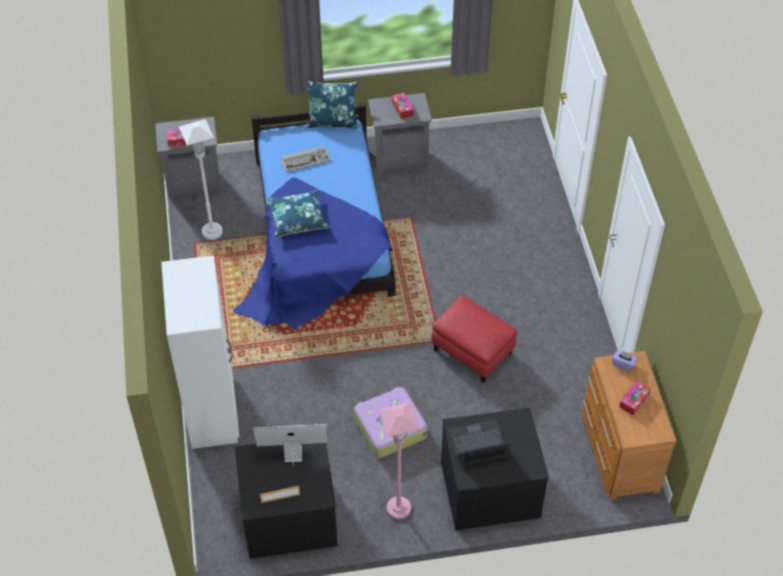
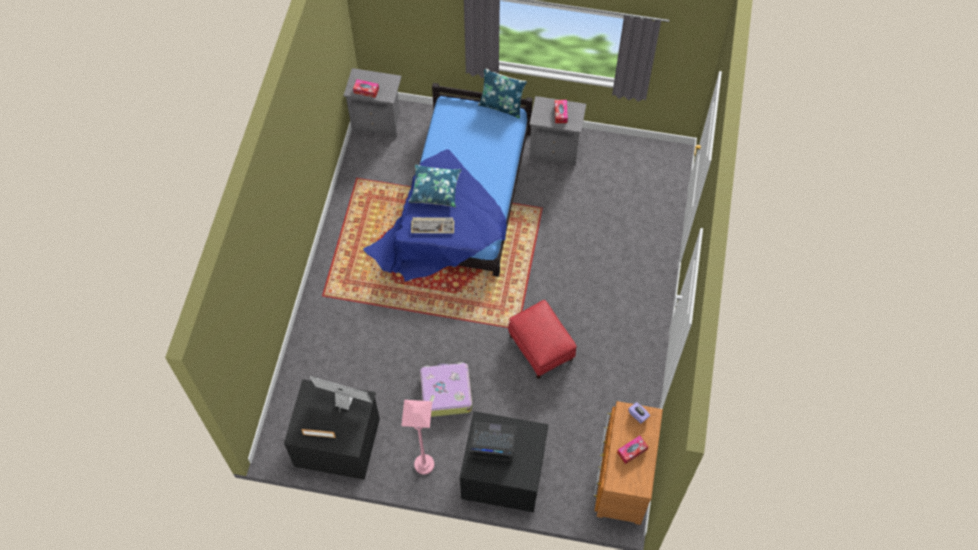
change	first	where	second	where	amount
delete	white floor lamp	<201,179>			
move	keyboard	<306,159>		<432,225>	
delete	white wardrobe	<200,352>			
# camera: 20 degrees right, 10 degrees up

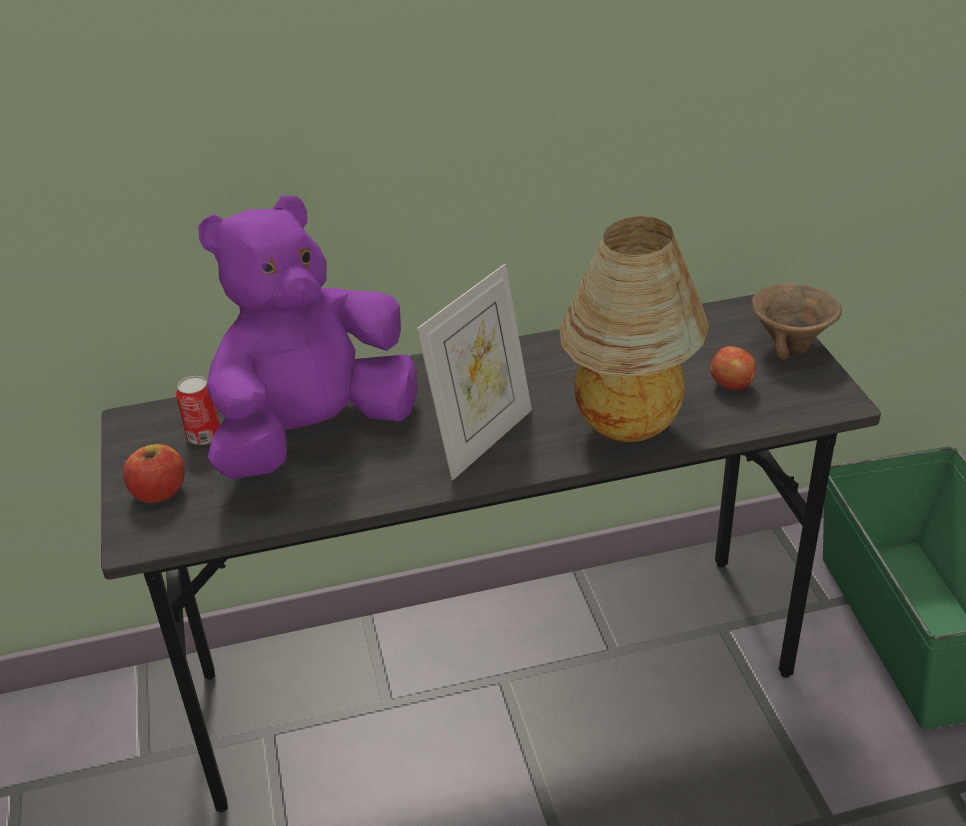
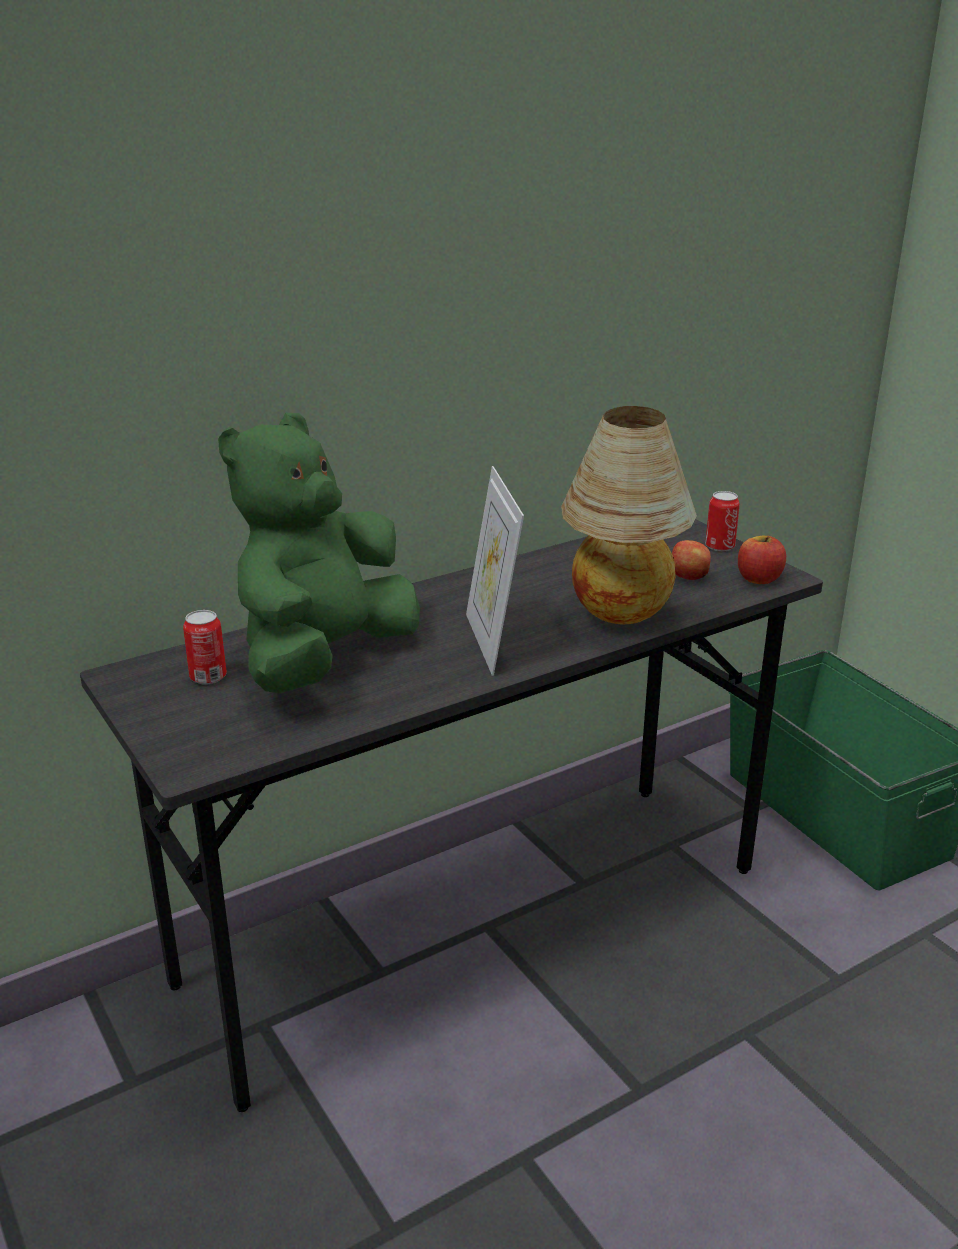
change	first	where	second	where	amount
recolor	purple plush toy	<307,337>	green plush toy	<319,553>	
rotate	picture frame	<474,372>		<495,571>	150 degrees clockwise
replace	brown bowl	<796,322>	can	<722,521>	
move	apple	<154,473>		<762,559>	
# camera: 20 degrees left, 10 degrees down

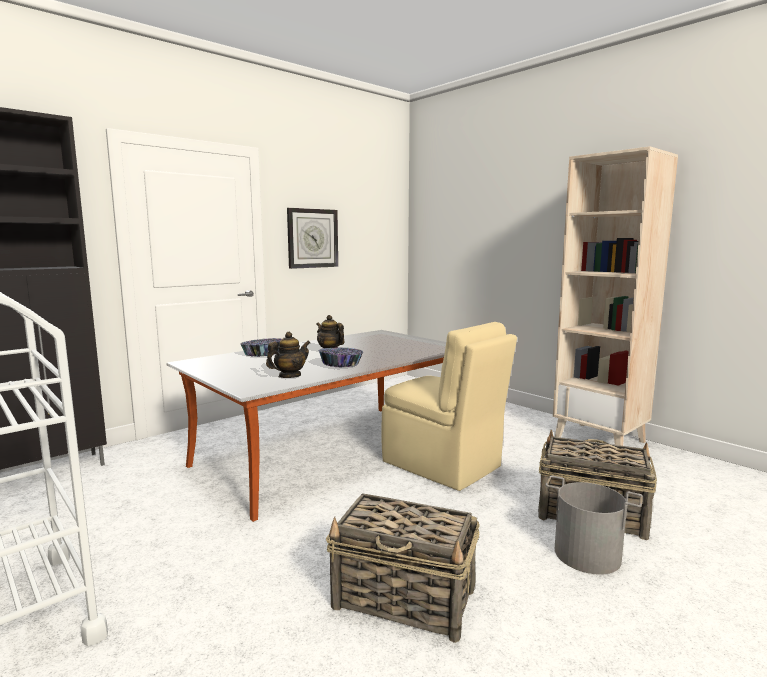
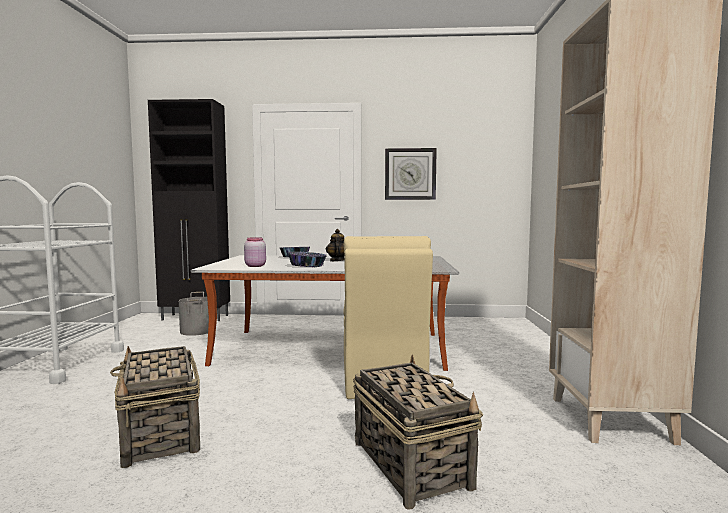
change	first	where	second	where	amount
replace	teapot	<288,355>	pink jar	<255,252>	
move	grey bucket	<594,525>		<194,314>	
# camera: 45 degrees right, 5 degrees down

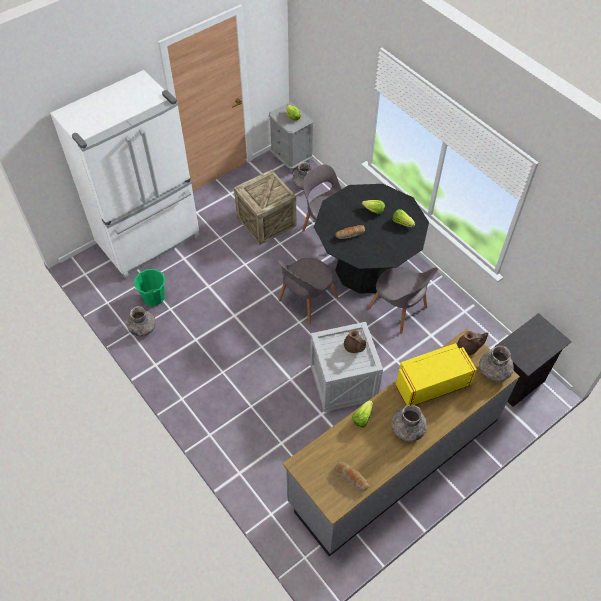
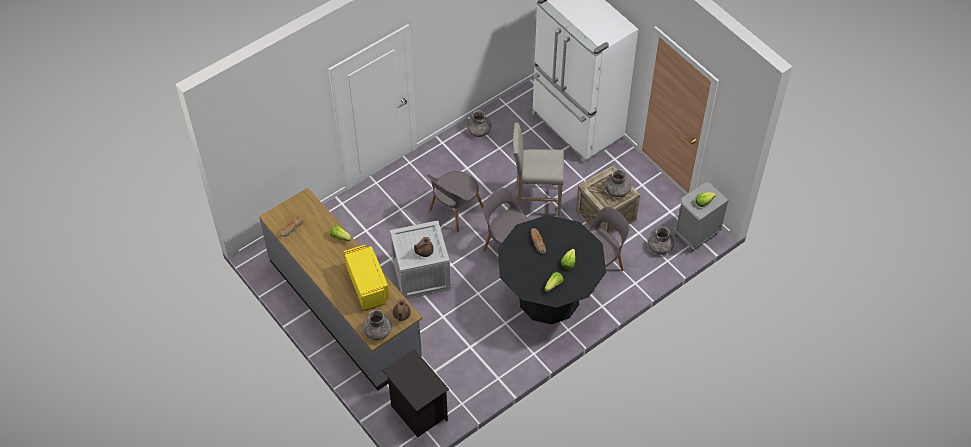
change	first	where	second	where	amount
move	grey chair	<402,300>		<455,201>	
delete	green bucket	<149,287>			
move	grey vase	<409,423>		<618,183>	
insert			beige stool	<538,169>	
# camera: 90 degrees right, 0 degrees up

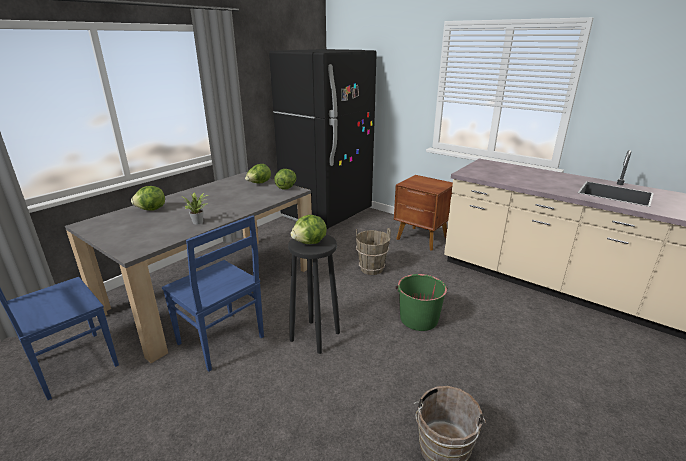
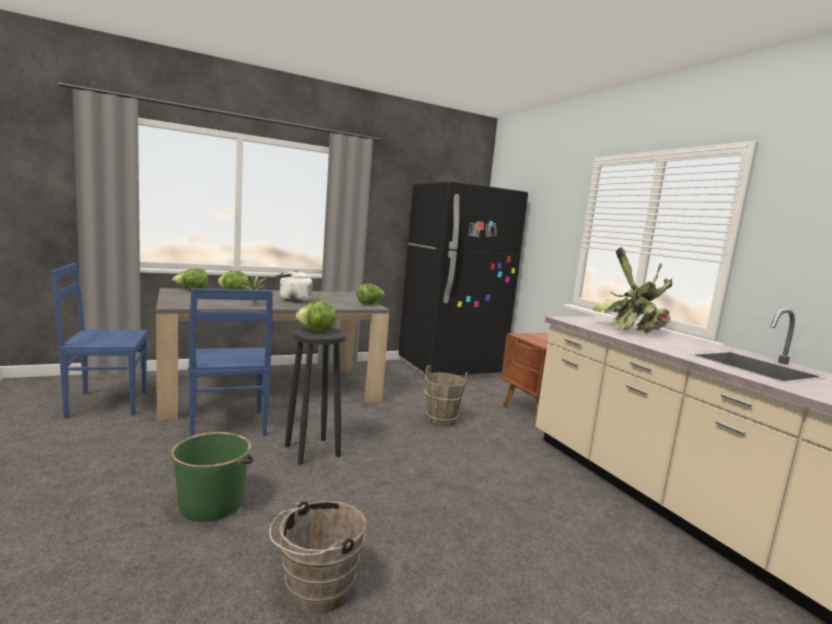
change	first	where	second	where	amount
move	lettuce	<258,173>		<190,278>	
move	green bucket	<421,302>		<212,477>	
insert			potted plant	<632,290>	
insert			white kettle	<294,286>	
# camera: 25 degrees right, 15 degrees down

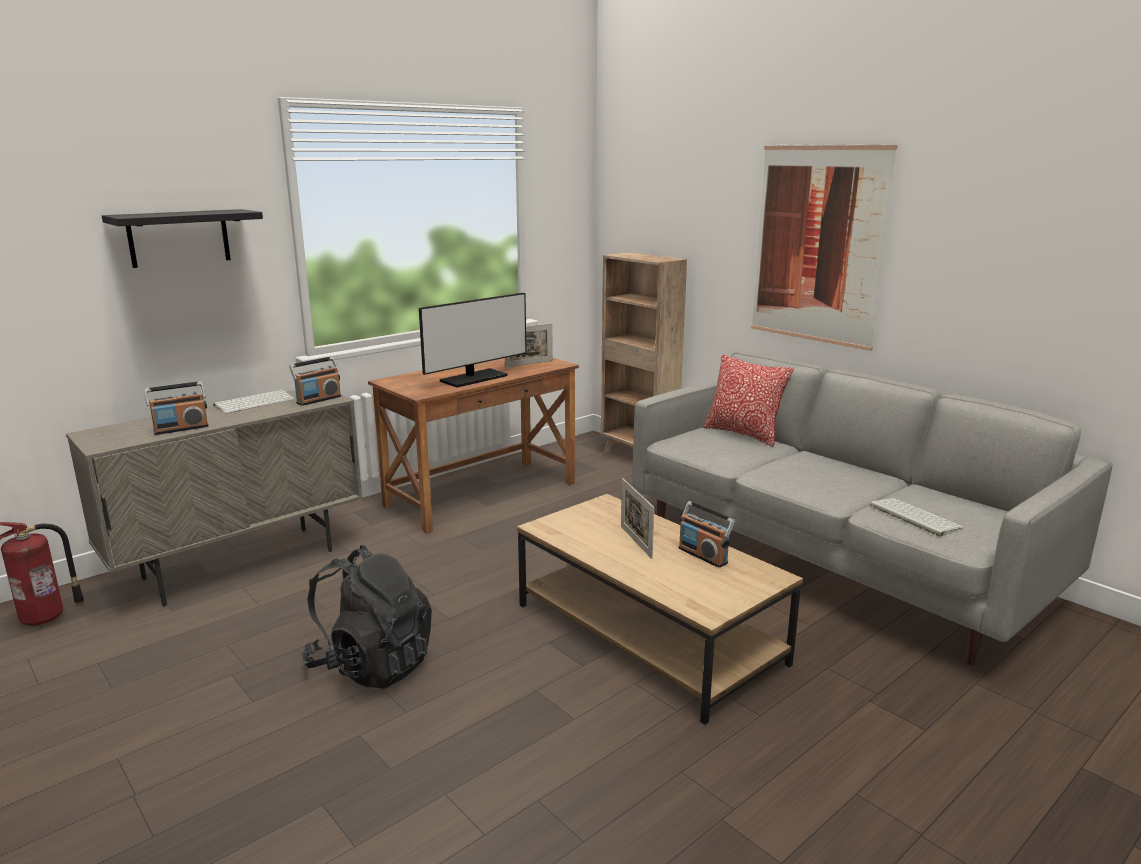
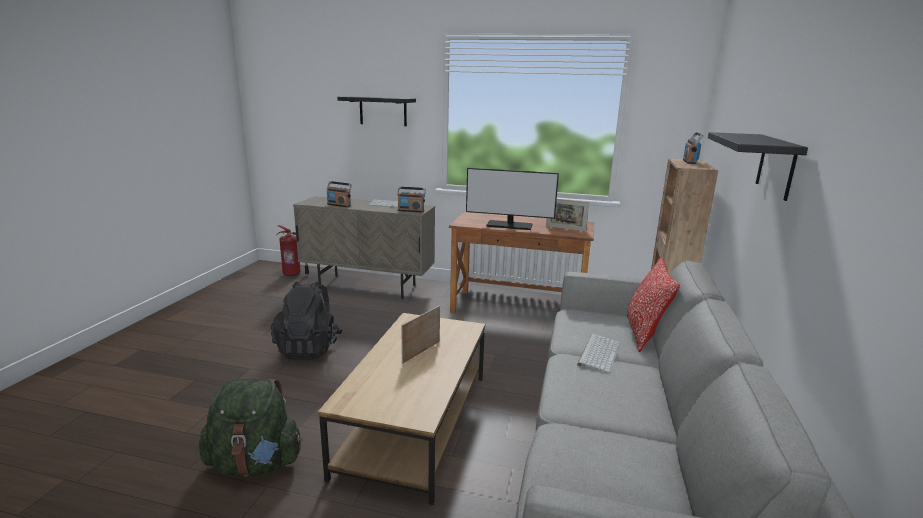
change	first	where	second	where	amount
replace	picture	<824,247>	black shelf	<758,166>	
move	keyboard	<917,517>		<598,353>	
move	radio	<707,534>		<693,148>	
insert			green backpack	<250,428>	
# camera: 55 degrees right, 0 degrees up

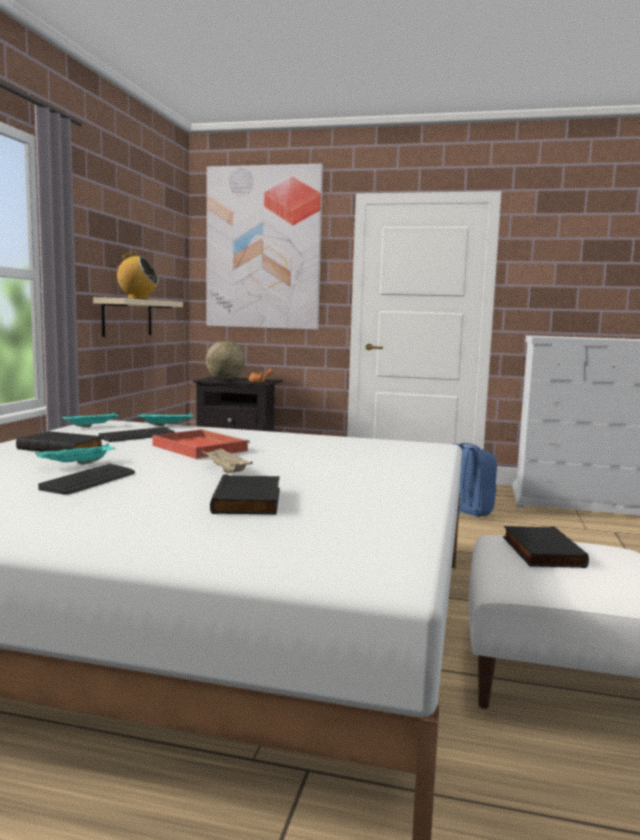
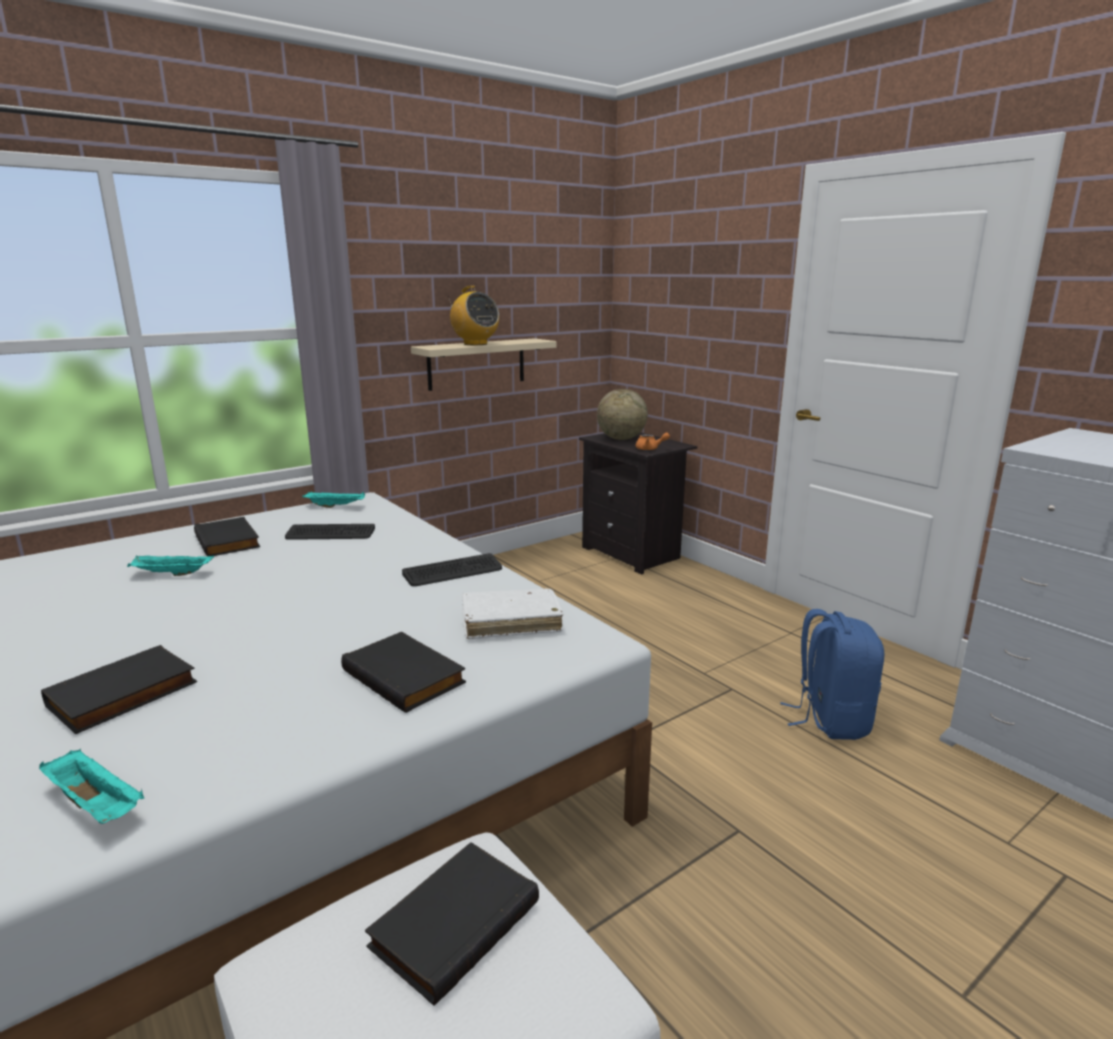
change	first	where	second	where	amount
delete	picture	<265,247>			
move	turquoise tray	<166,419>		<91,786>	
delete	red tray	<201,444>			
delete	beige tray	<227,460>			
move	keyboard	<86,479>		<452,569>	
insert			white book	<512,614>	
insert			black book	<403,672>	
# camera: 40 degrees right, 10 degrees up

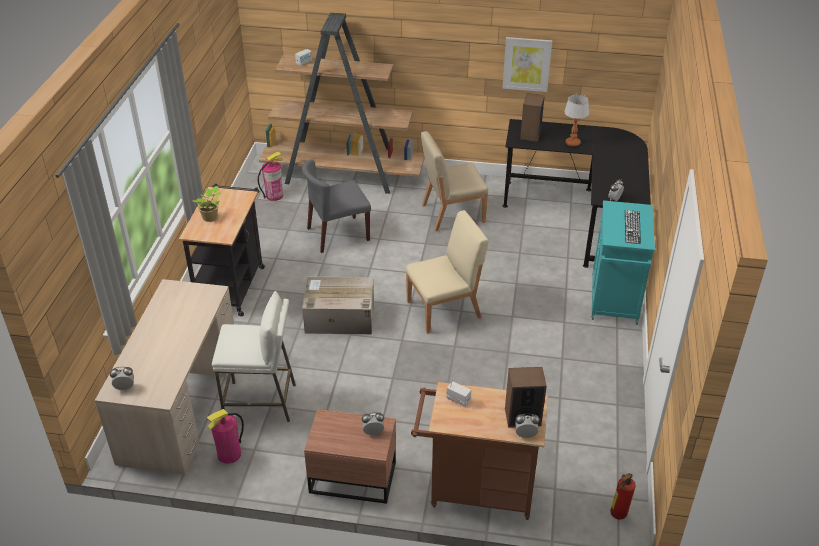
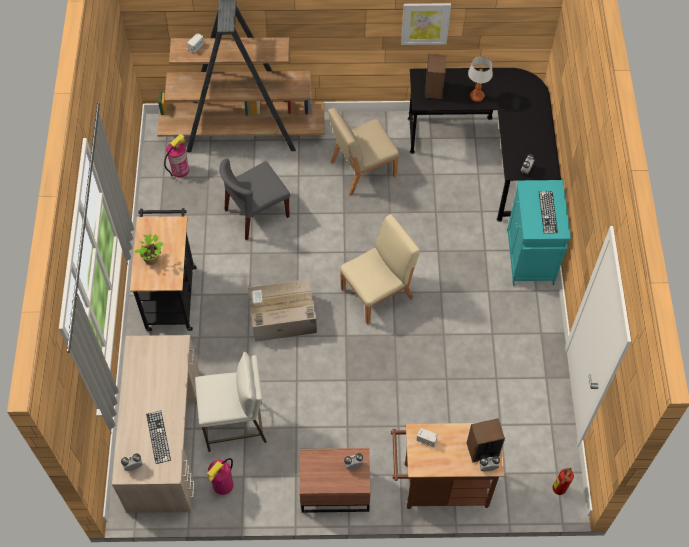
change	first	where	second	where	amount
insert			keyboard	<158,437>	
# camera: 10 degrees left, 20 degrees up

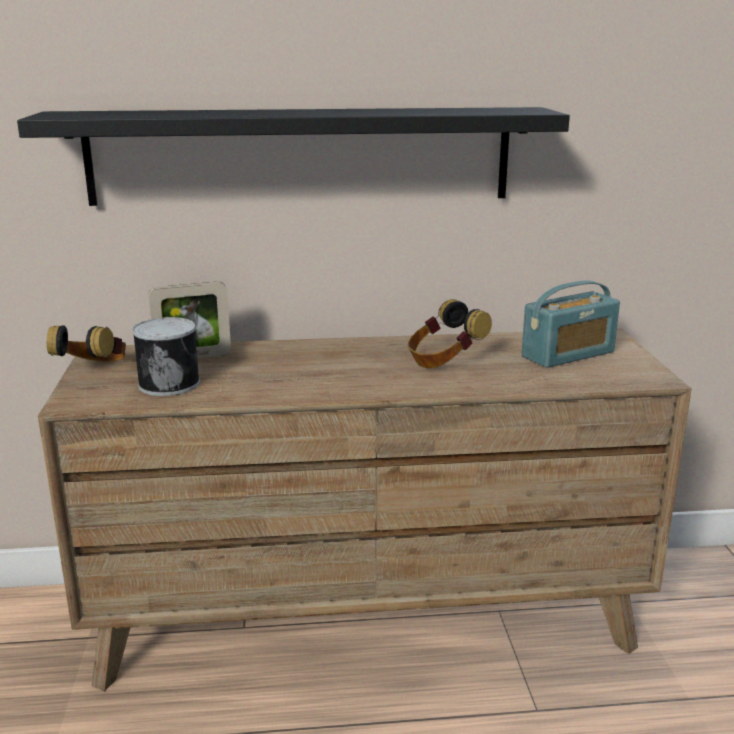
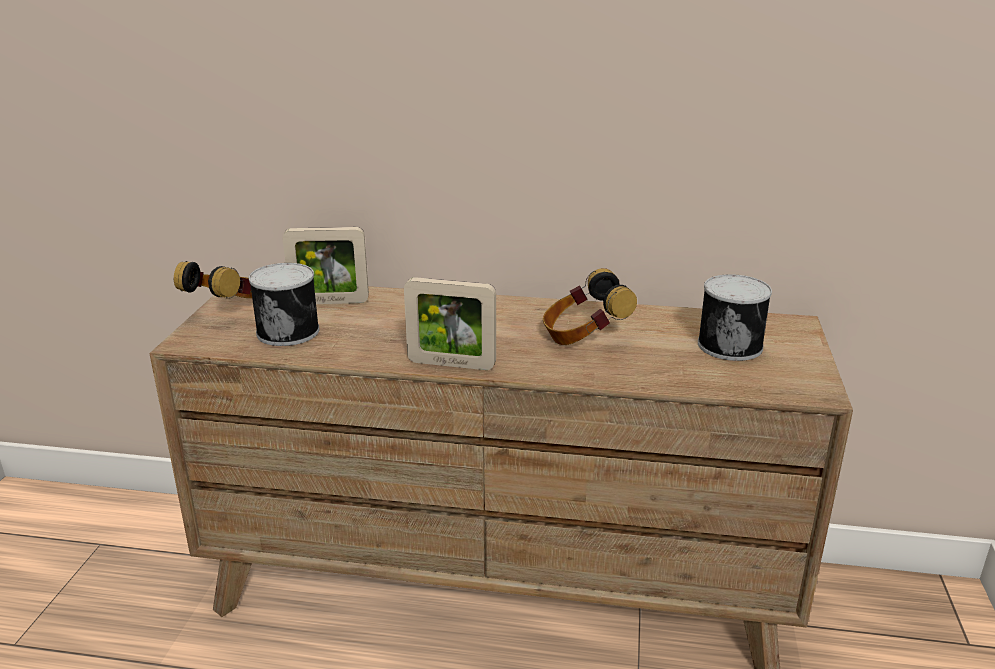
change	first	where	second	where	amount
delete	black shelf	<293,156>			
replace	radio	<571,324>	can	<735,317>	
insert			picture frame	<450,323>	
# camera: 15 degrees right, 5 degrees up

